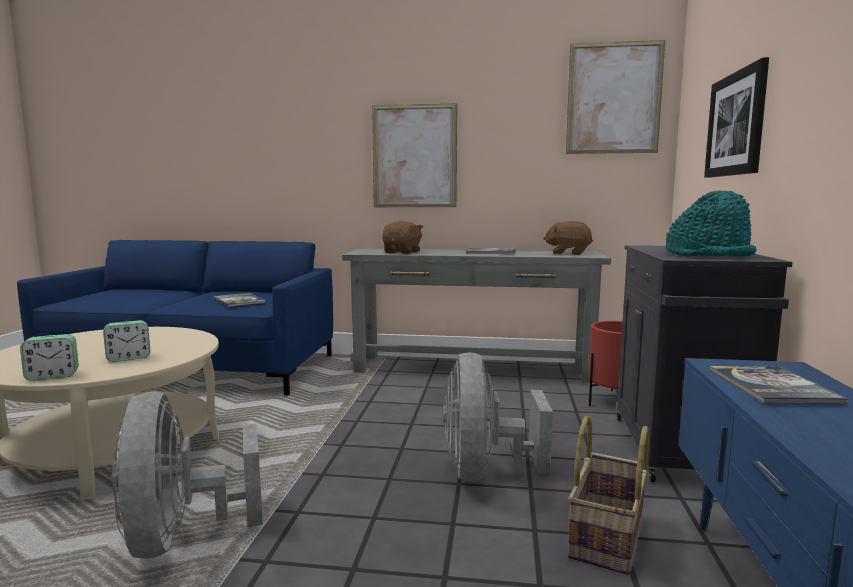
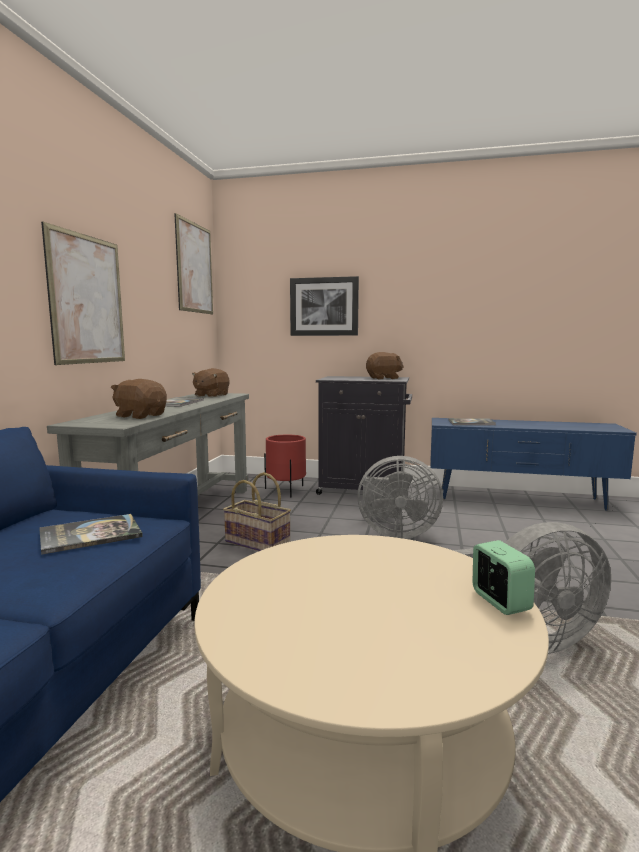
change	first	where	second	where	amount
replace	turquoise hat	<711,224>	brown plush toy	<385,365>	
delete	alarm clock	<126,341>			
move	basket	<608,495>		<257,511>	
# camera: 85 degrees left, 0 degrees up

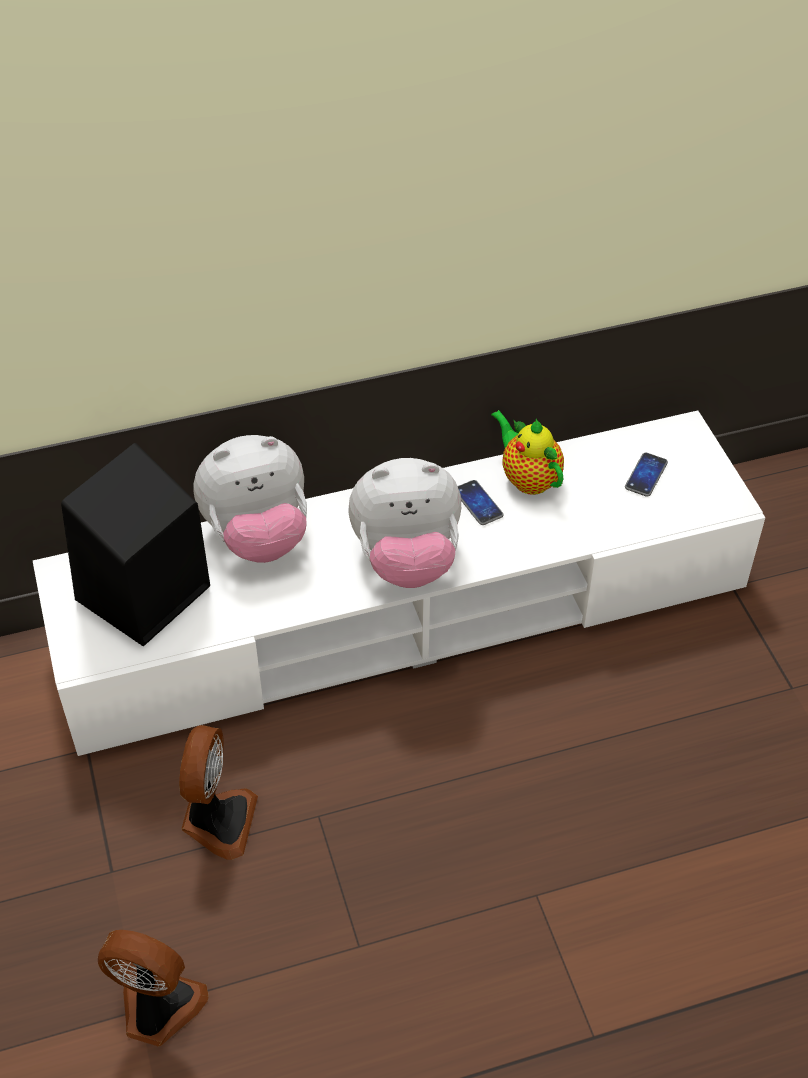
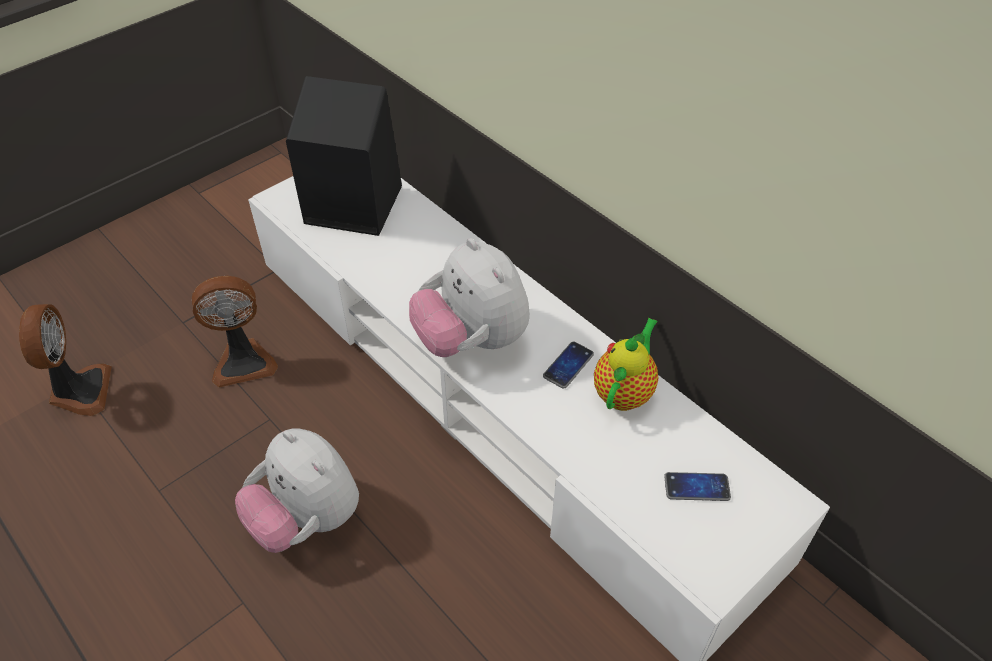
change	first	where	second	where	amount
move	plush toy	<250,499>		<297,490>	
# camera: 65 degrees right, 0 degrees up

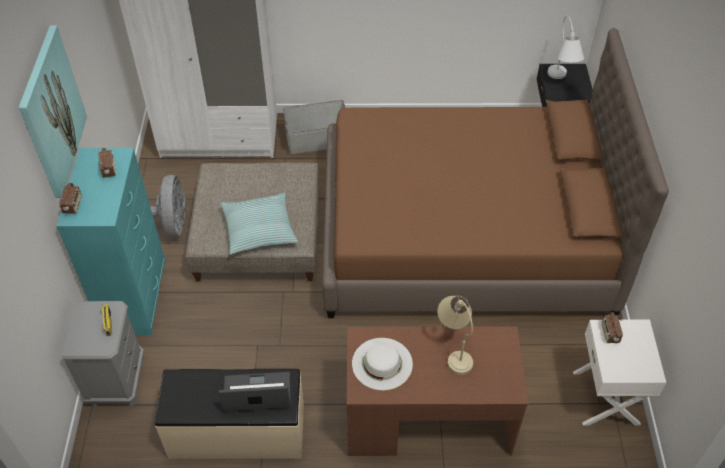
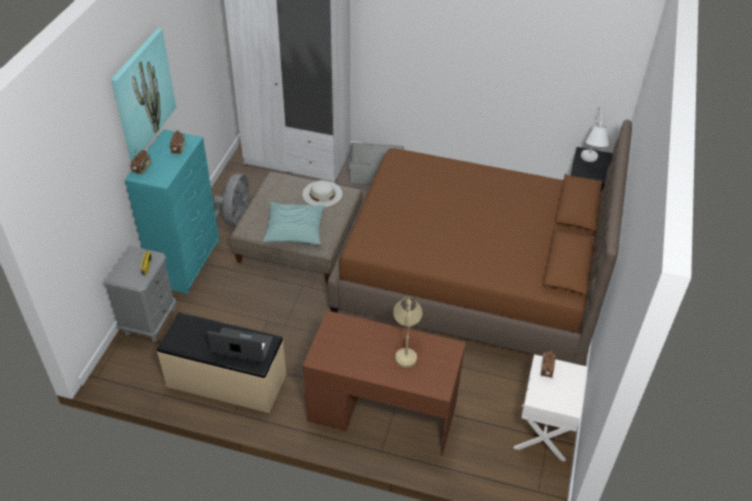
change	first	where	second	where	amount
move	white hat	<382,364>		<322,193>	
# camera: 15 degrees right, 5 degrees down

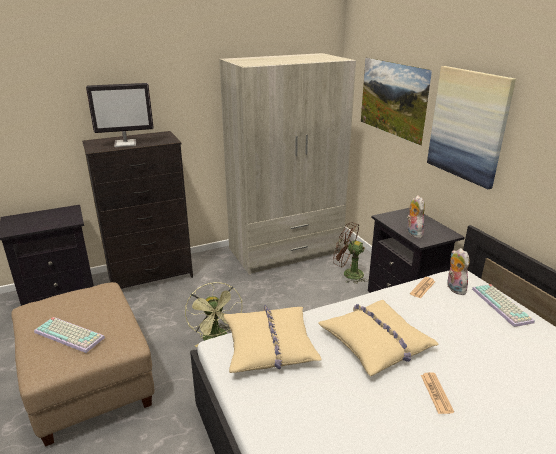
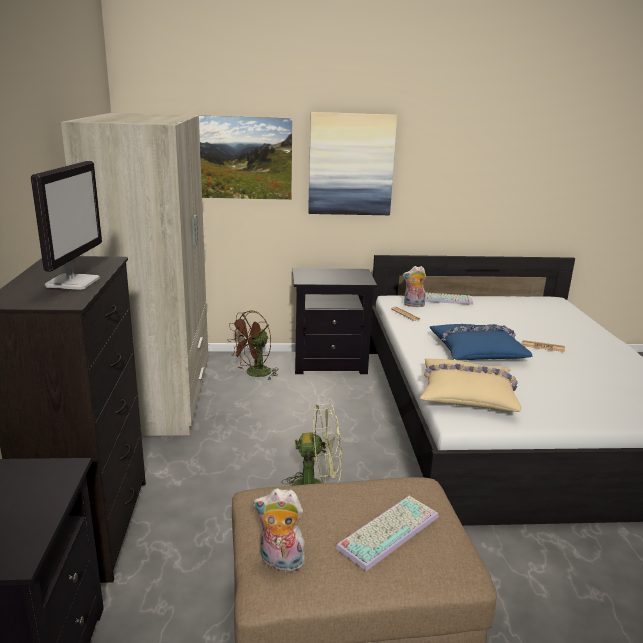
change	first	where	second	where	amount
move	plush toy	<416,216>		<279,530>	
recolor	beige pillow	<378,338>	blue pillow	<481,342>	
# camera: 70 degrees left, 5 degrees down

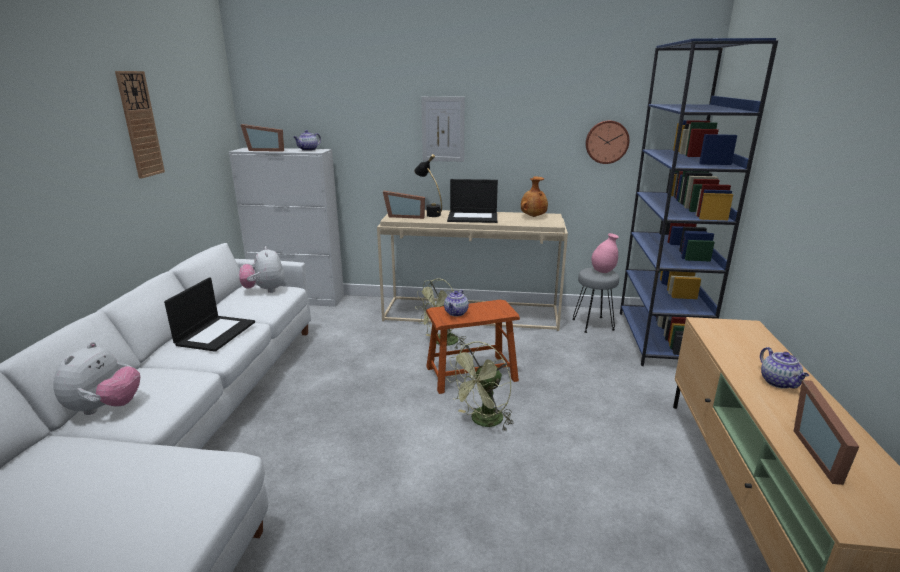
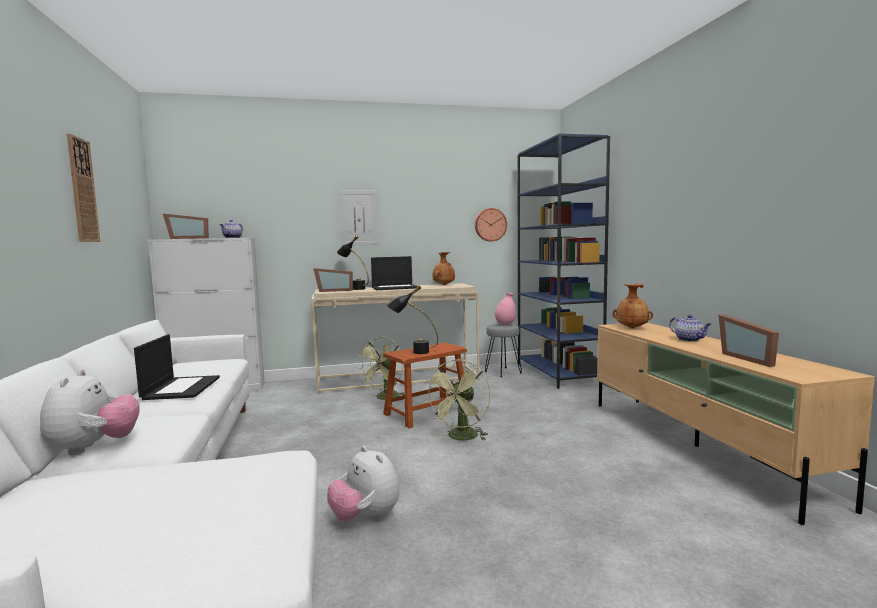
change	first	where	second	where	amount
move	plush toy	<262,269>		<363,484>	
replace	teapot	<456,303>	black table lamp	<412,319>	
insert			brown vase	<632,305>	
# camera: 20 degrees left, 15 degrees down

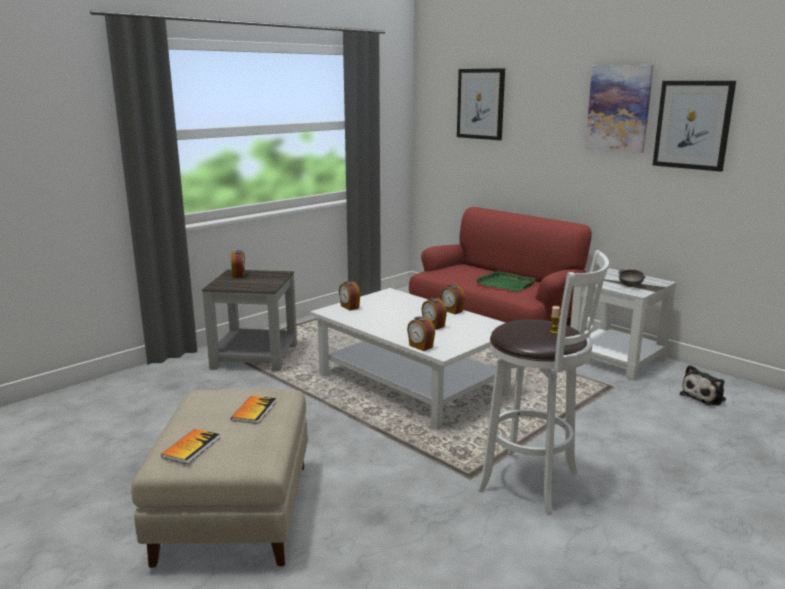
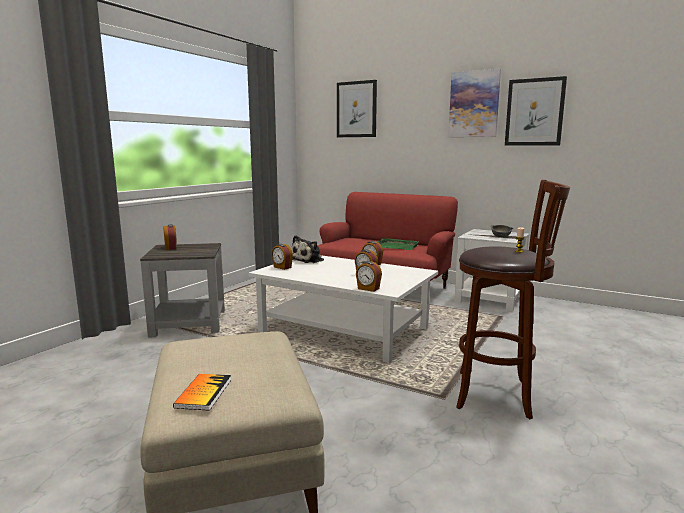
change	first	where	second	where	amount
recolor	white stool	<543,382>	brown stool	<513,299>	
move	plush toy	<703,385>		<308,249>	
delete	book	<253,410>			
# camera: 15 degrees left, 5 degrees down

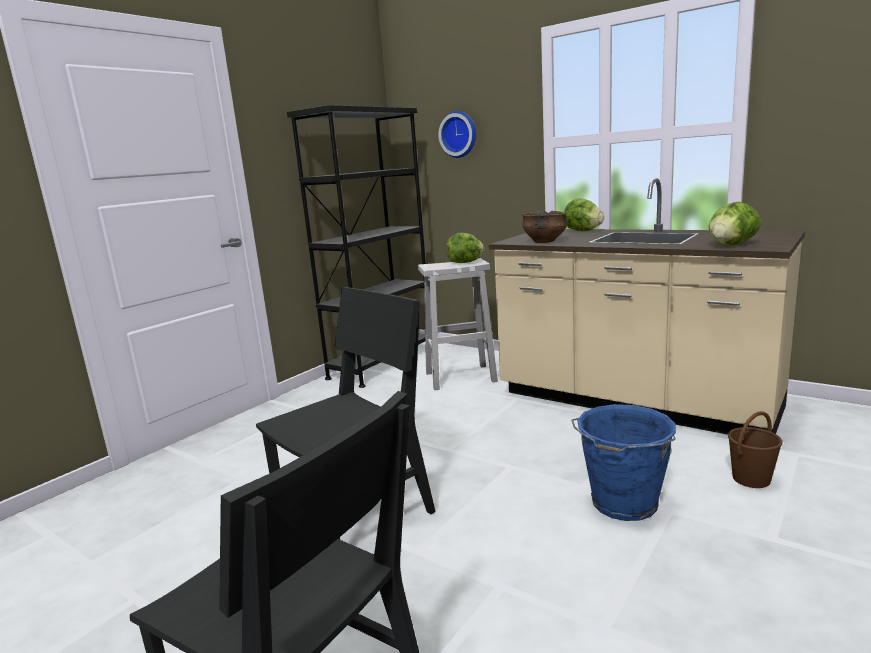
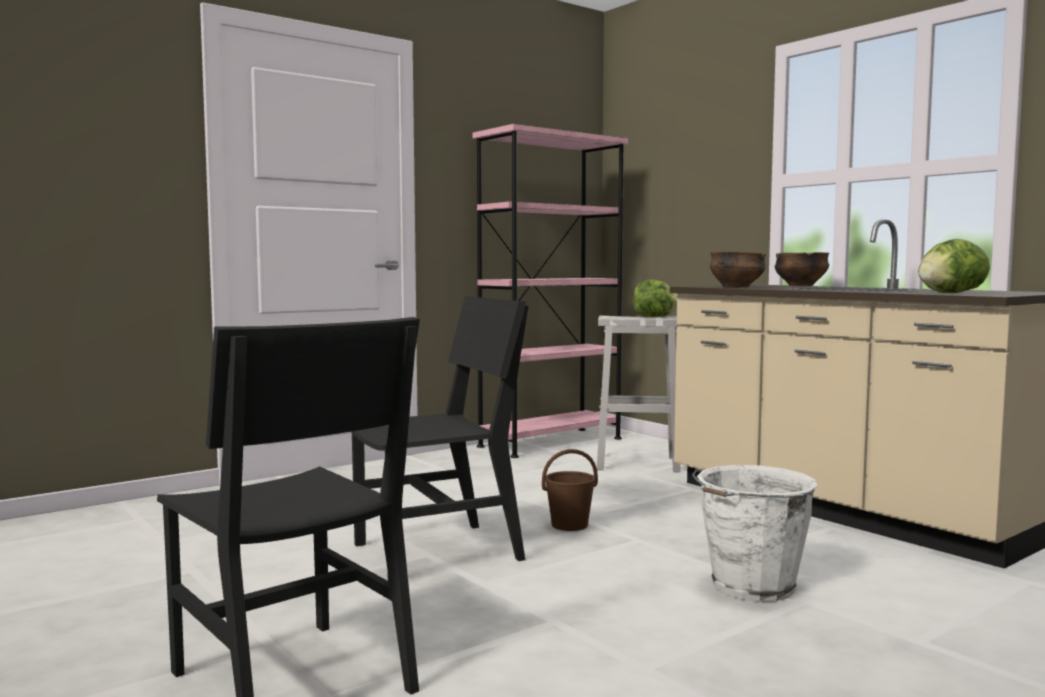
change	first	where	second	where	amount
recolor	black bookcase	<356,246>	pink bookcase	<550,291>	
delete	wall clock	<457,134>			
replace	lettuce	<584,214>	bowl	<802,269>	
recolor	blue bucket	<623,462>	white bucket	<755,533>	
move	brown bucket	<755,449>		<570,490>	
# camera: 15 degrees right, 10 degrees down

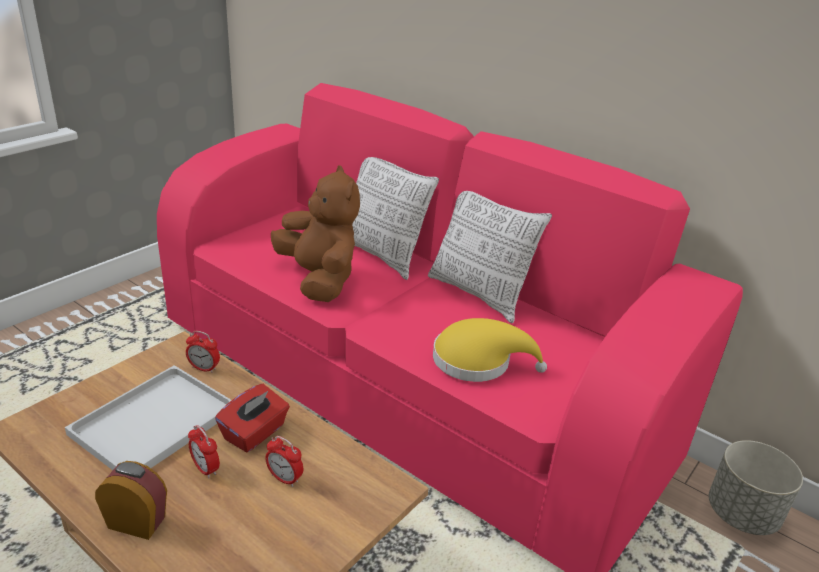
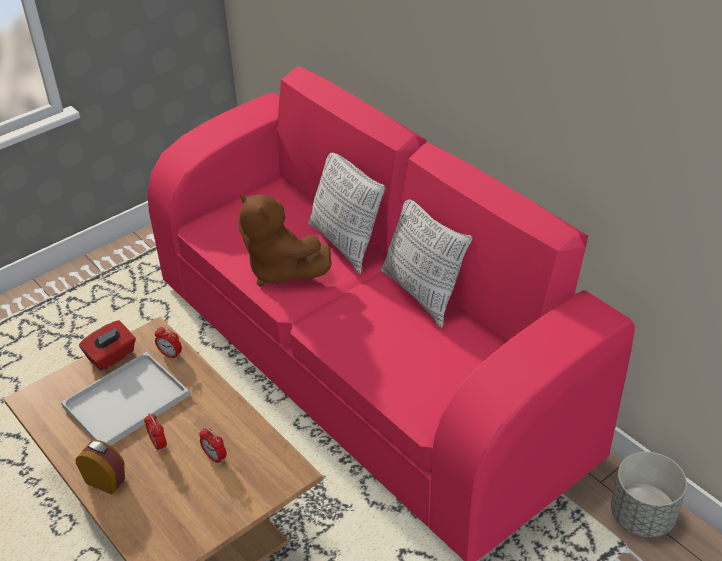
change	first	where	second	where	amount
rotate	brown plush toy	<315,233>		<284,240>	150 degrees clockwise
delete	yellow hat	<490,350>			
move	red tissue box	<252,418>		<107,345>	
# camera: 15 degrees right, 10 degrees up

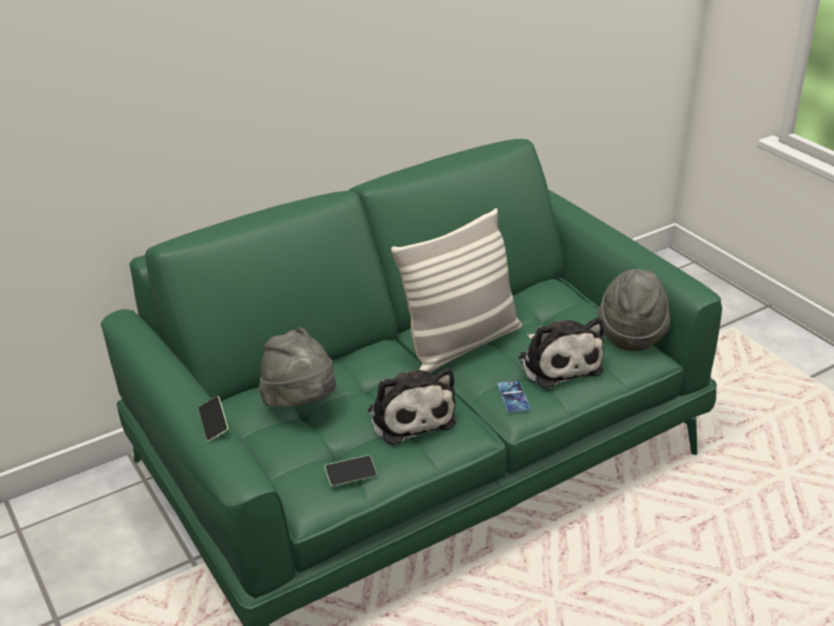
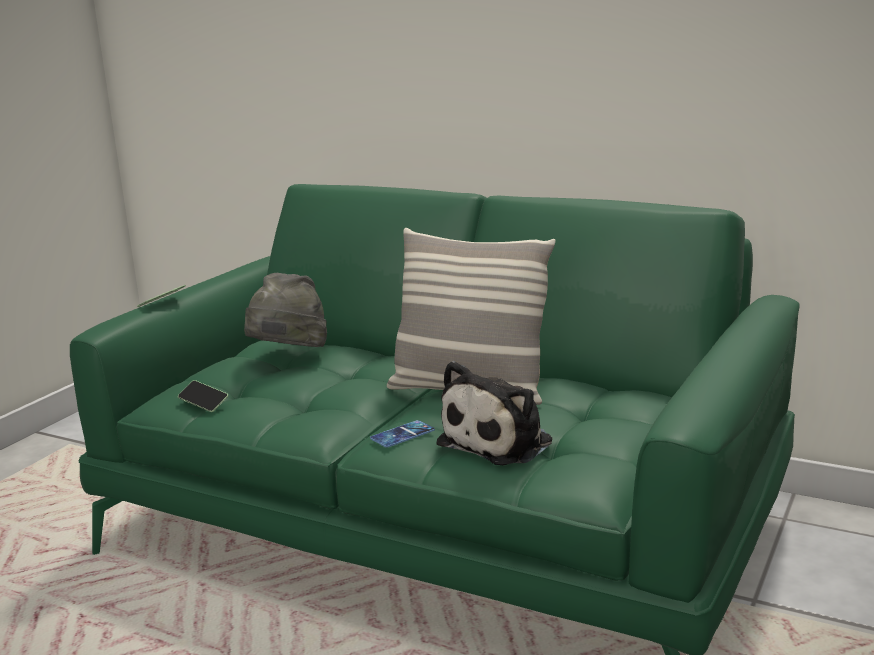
change	first	where	second	where	amount
delete	grey hat	<634,310>			
delete	plush toy	<412,406>			
# camera: 60 degrees right, 15 degrees down

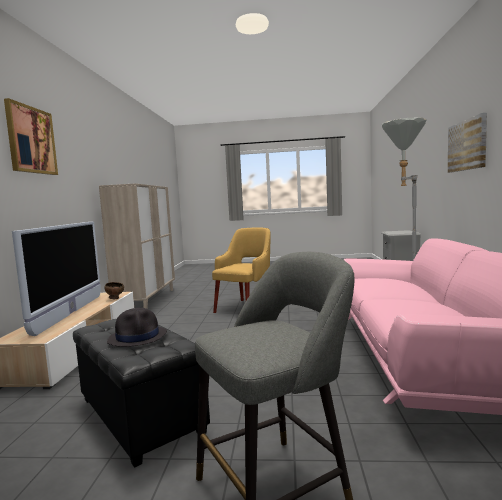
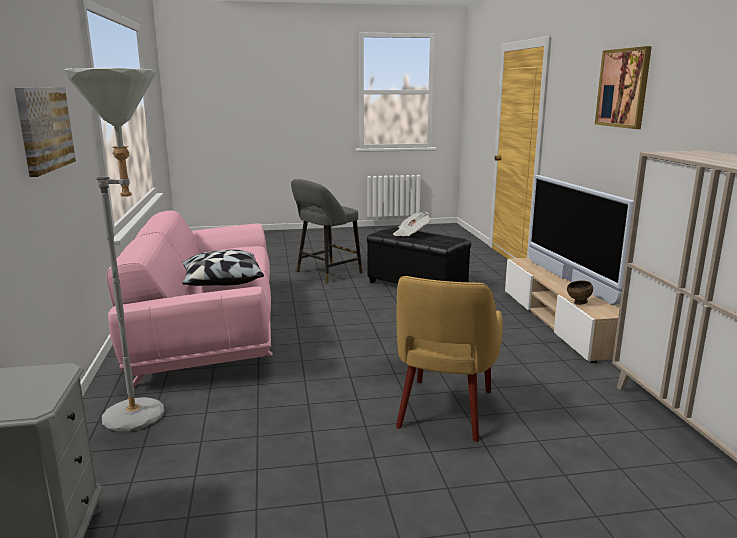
change	first	where	second	where	amount
replace	black hat	<137,327>	newspaper	<411,224>	
insert			pillow	<223,267>	
# camera: 165 degrees right, 10 degrees up

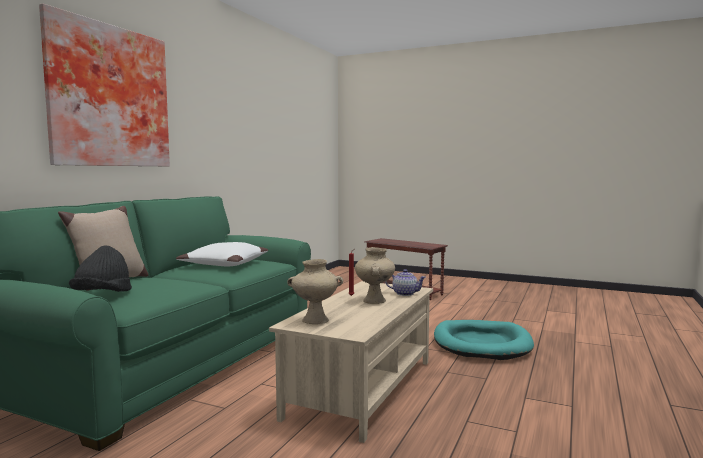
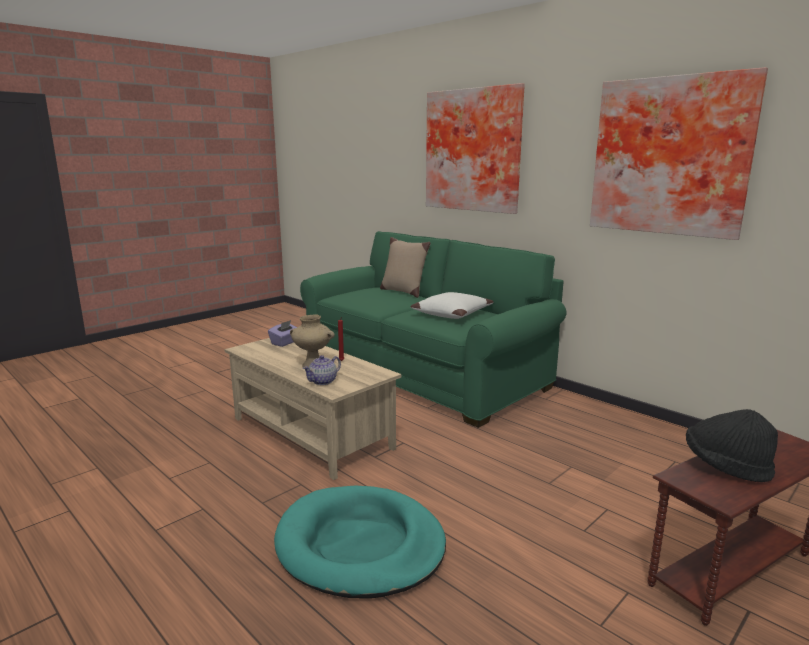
change	first	where	second	where	amount
move	black hat	<100,269>		<732,445>	
replace	beige vase	<315,291>	purple tissue box	<282,333>	
insert			picture	<679,153>	
# camera: 110 degrees right, 10 degrees up

